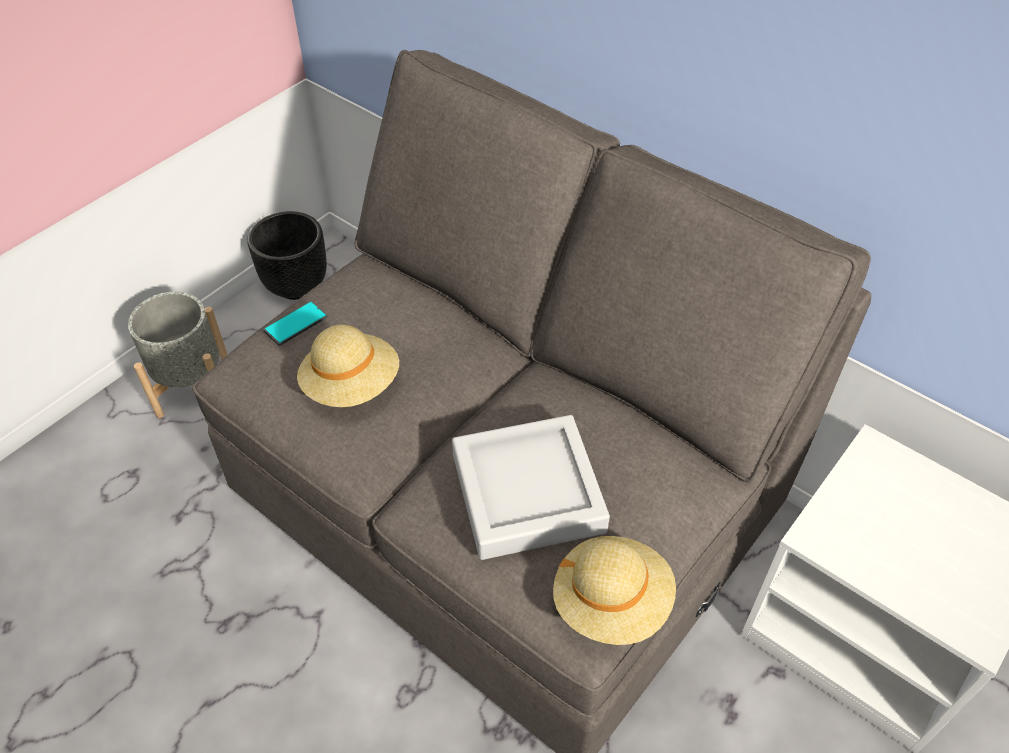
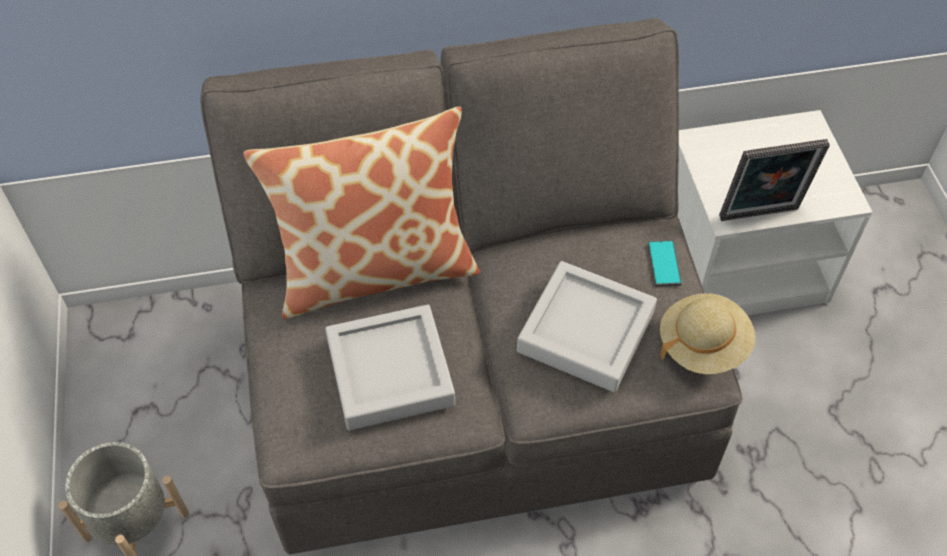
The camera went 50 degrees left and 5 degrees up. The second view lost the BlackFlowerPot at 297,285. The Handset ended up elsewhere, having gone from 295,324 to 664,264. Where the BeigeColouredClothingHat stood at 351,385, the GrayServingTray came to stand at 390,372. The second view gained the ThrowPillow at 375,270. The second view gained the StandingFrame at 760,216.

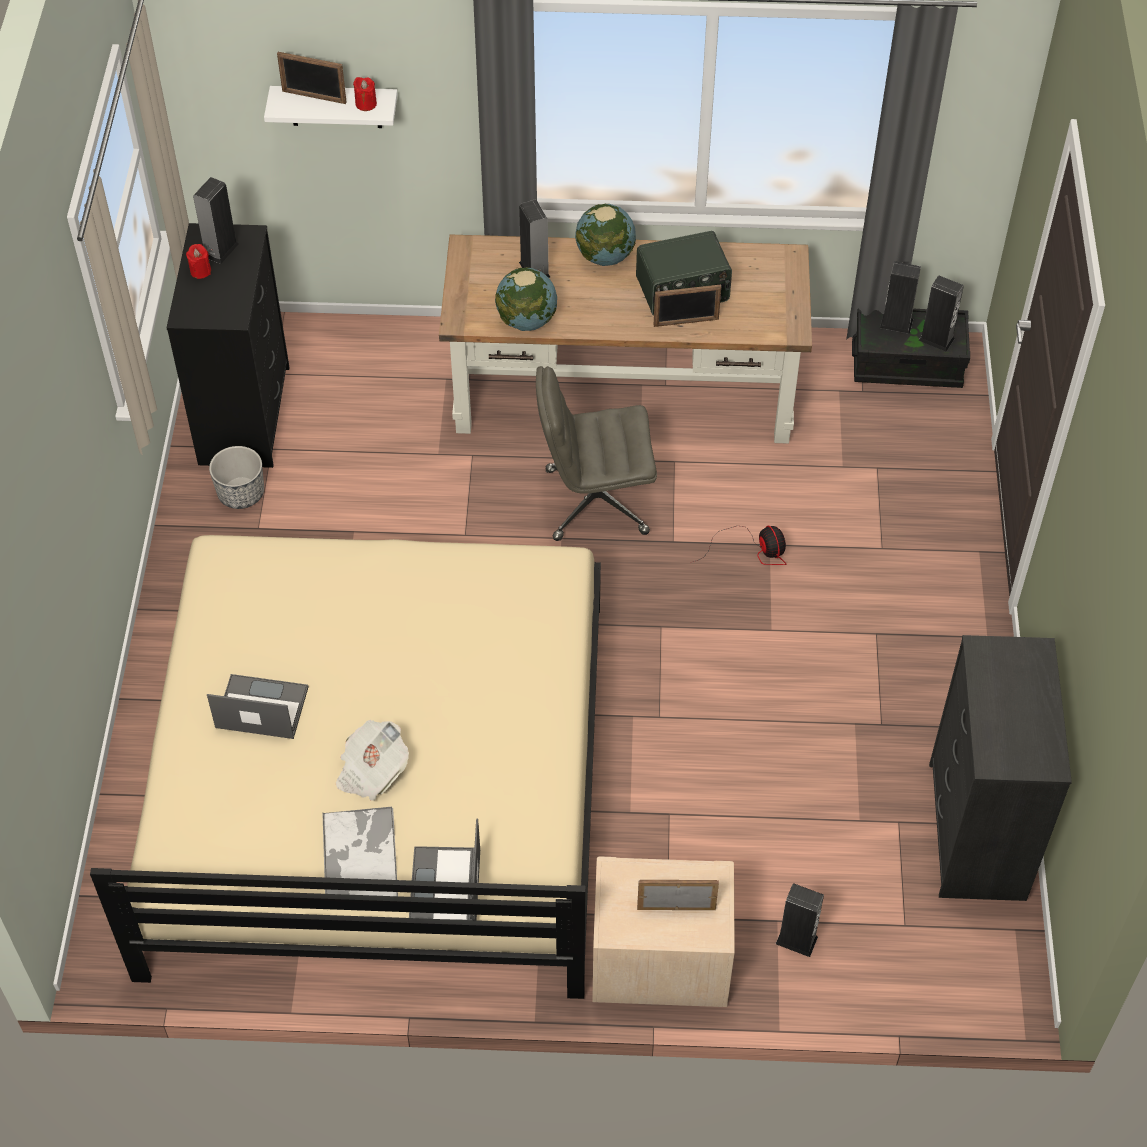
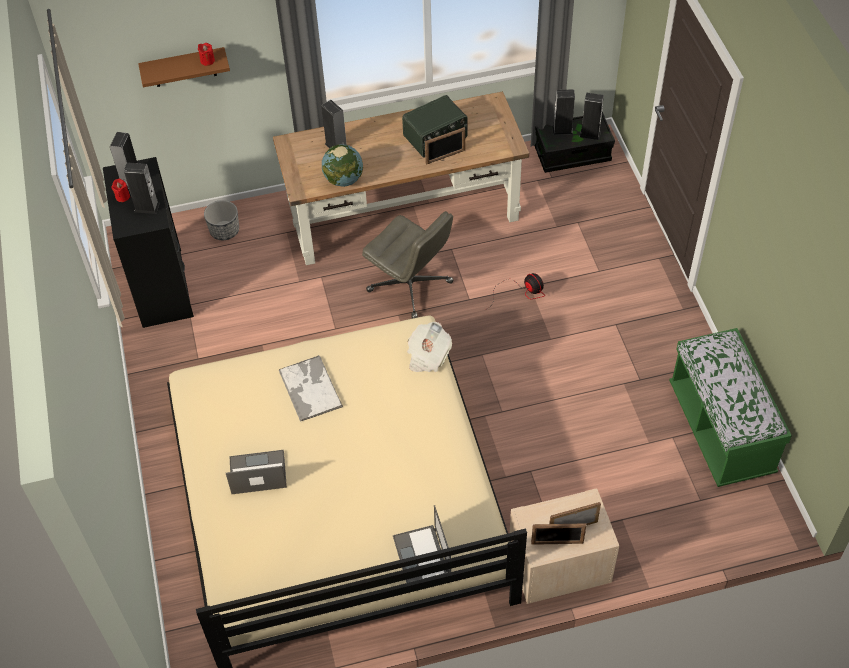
The camera went 15 degrees left and 0 degrees up. The FlowerPot ended up elsewhere, having gone from 241,493 to 224,231. What was the WhitishShelf at 335,106 turned into the BrownShelf at 184,67. The StandingFrame ended up elsewhere, having gone from 314,97 to 557,543. The ServingTray ended up elsewhere, having gone from 360,857 to 310,388. The Newspaper ended up elsewhere, having gone from 371,771 to 427,356. The GrayComputerChair at 595,502 ended up facing another way, 120 degrees counterclockwise from before. The second view lost the Globe at 605,257. The AudioSpeaker ended up elsewhere, having gone from 796,940 to 147,207. Where the BlackDrawerChest stood at 975,831, the GreenColouredLongSeat came to stand at 720,430.

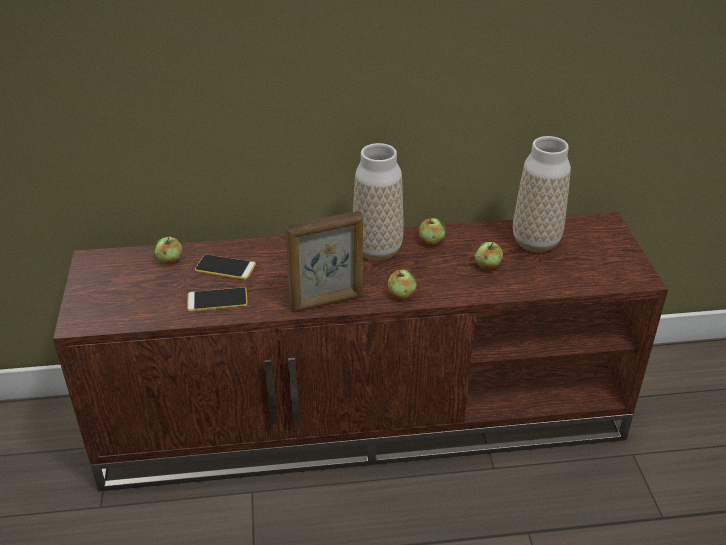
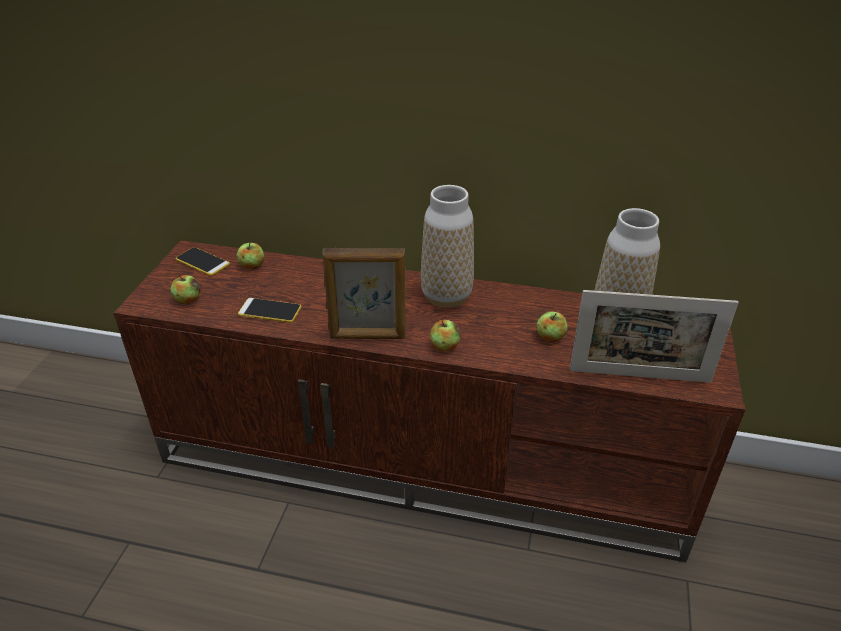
The camera went 20 degrees right and 0 degrees up. The Handset ended up elsewhere, having gone from 225,268 to 202,262. The AppleFruit ended up elsewhere, having gone from 431,241 to 188,300. The second view gained the StandingFrame at 639,376.

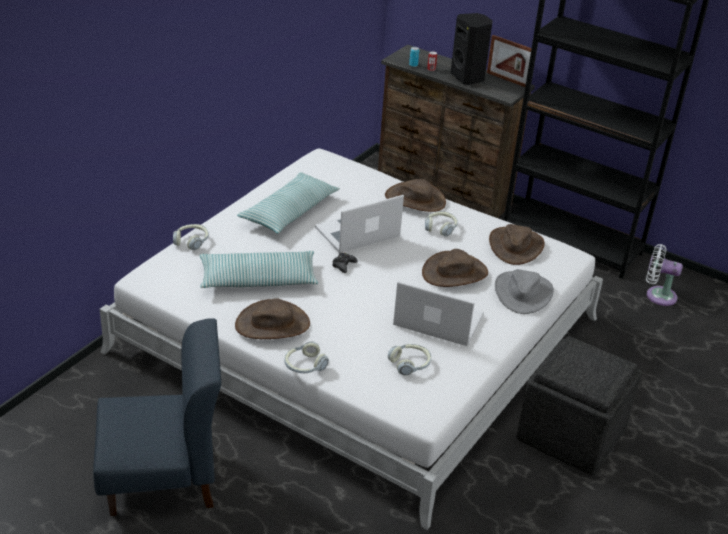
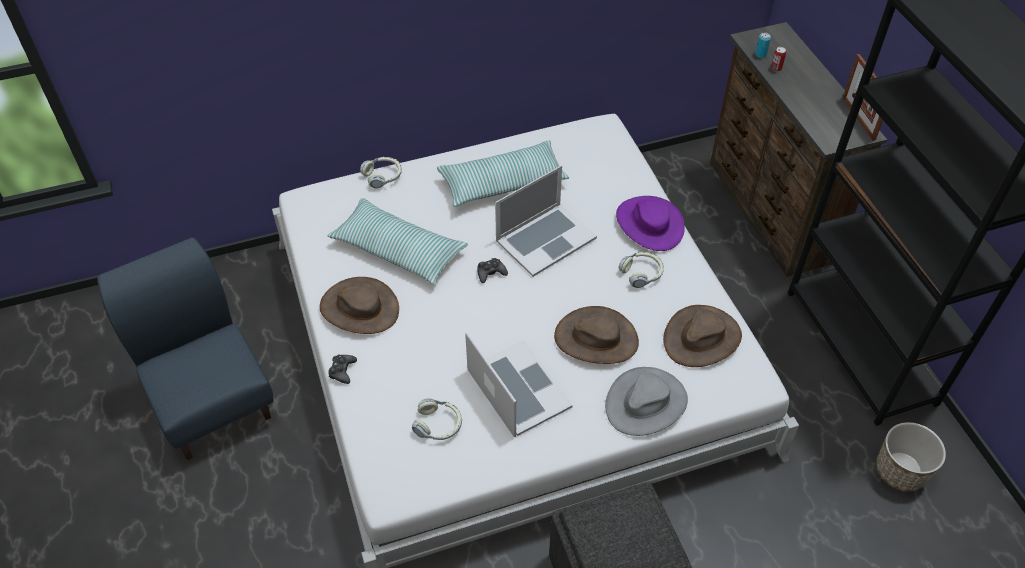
The camera went 40 degrees right and 15 degrees up. The BlueUprightChair at 162,478 ended up facing another way, 150 degrees counterclockwise from before. Where the Headphones stood at 304,366, the BlackJoypad came to stand at 342,371. The NotebookComputer at 358,232 ended up facing another way, 135 degrees clockwise from before. What was the BrownClothingHat at 415,199 turned into the PurpleClothingHat at 649,224. The second view lost the BlackAudioSpeaker at 468,78. Where the WhitishCoolingFan stood at 657,295, the FlowerPot came to stand at 900,471.

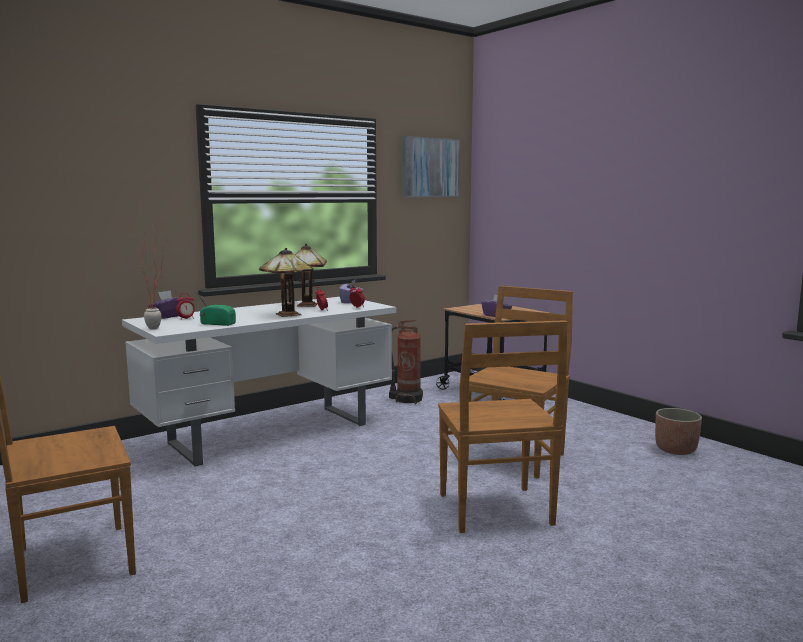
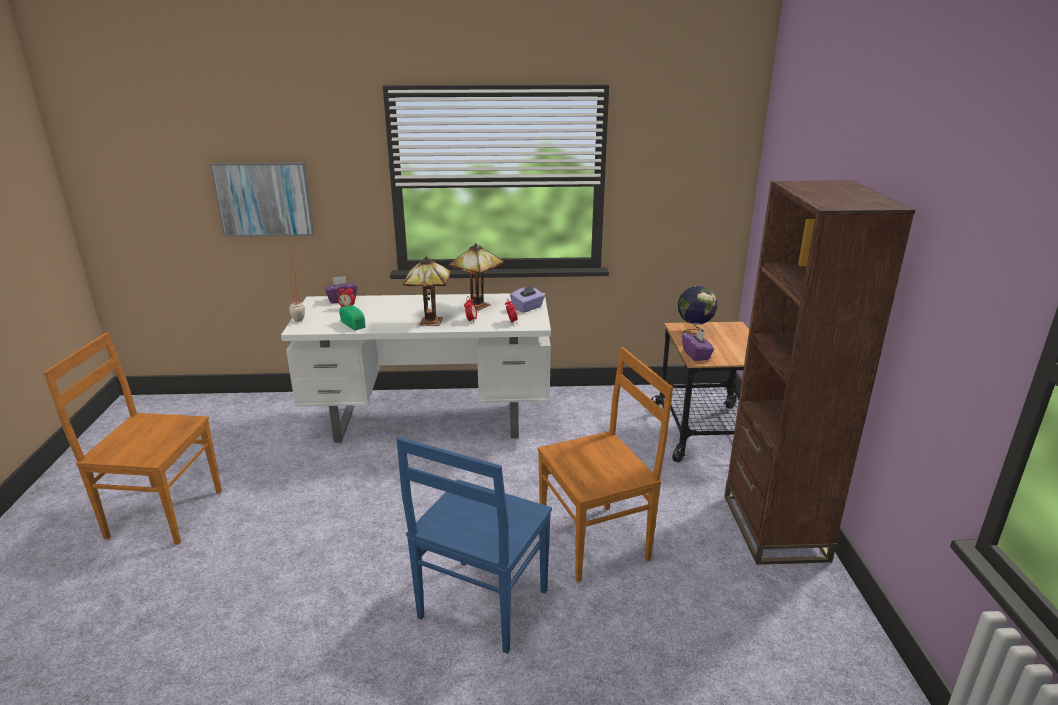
The camera went 35 degrees right and 15 degrees up. The second view lost the FireExtinguisher at 407,399. The WallPicture ended up elsewhere, having gone from 429,167 to 264,199. What was the BrownUprightChair at 496,511 turned into the BlueUprightChair at 481,607. The second view lost the FlowerPot at 676,450. The second view gained the Globe at 694,332. The second view gained the BrownShelvingUnit at 774,527.

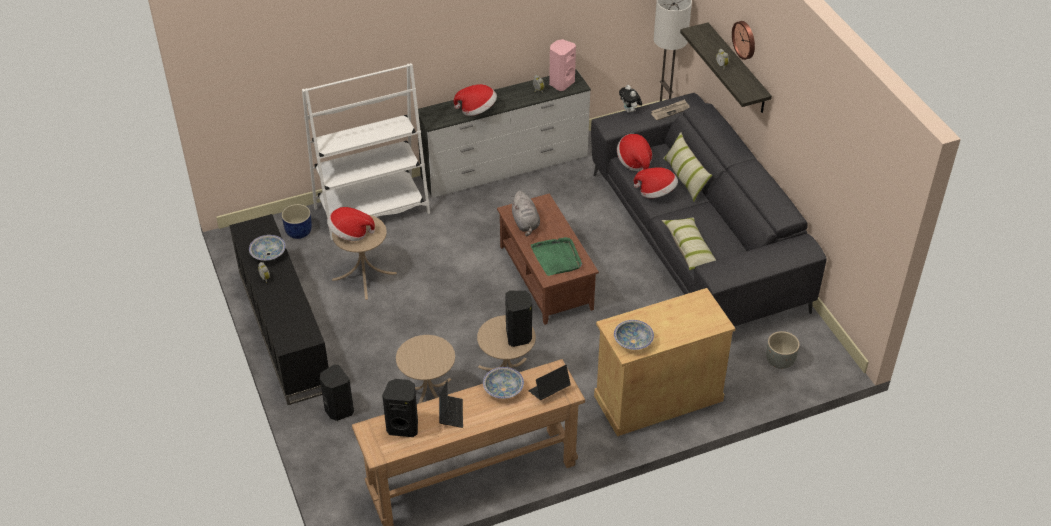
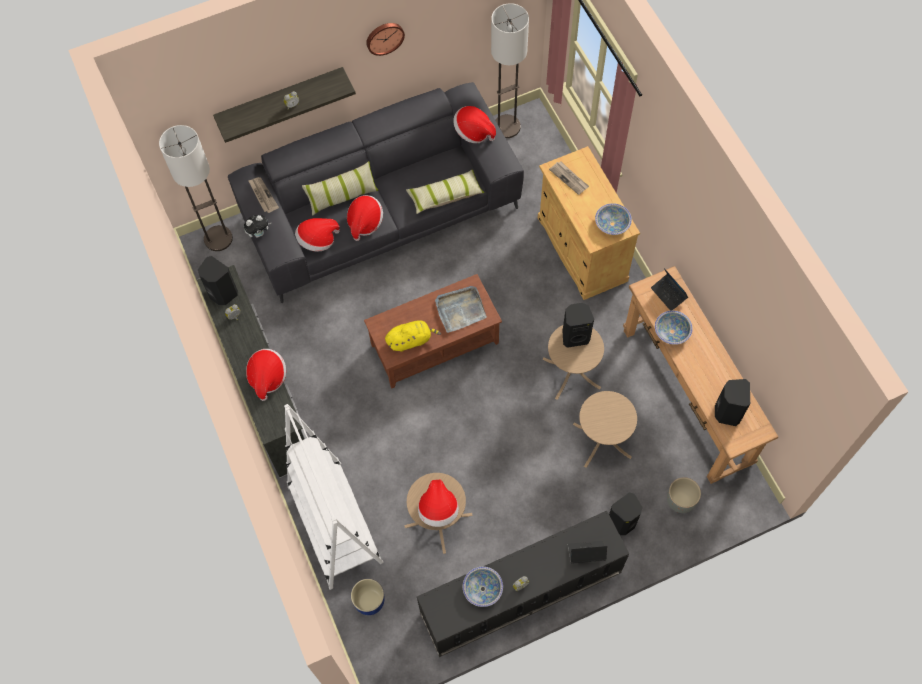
The camera went 90 degrees left and 20 degrees up. The NotebookComputer ended up elsewhere, having gone from 451,413 to 586,553. What was the GrayCuddlyToy at 525,223 turned into the YellowColouredCuddlyToy at 411,340. What was the GreenColouredServingTray at 557,258 turned into the GrayServingTray at 460,310. What was the PinkAudioSpeaker at 561,83 turned into the BlackAudioSpeaker at 222,294. The HangingClock ended up elsewhere, having gone from 745,39 to 384,37. The GrayFlowerPot ended up elsewhere, having gone from 780,361 to 680,500. The second view gained the ClothingHat at 473,132. The second view gained the StandardLamp at 506,126. The second view gained the Newspaper at 569,178.

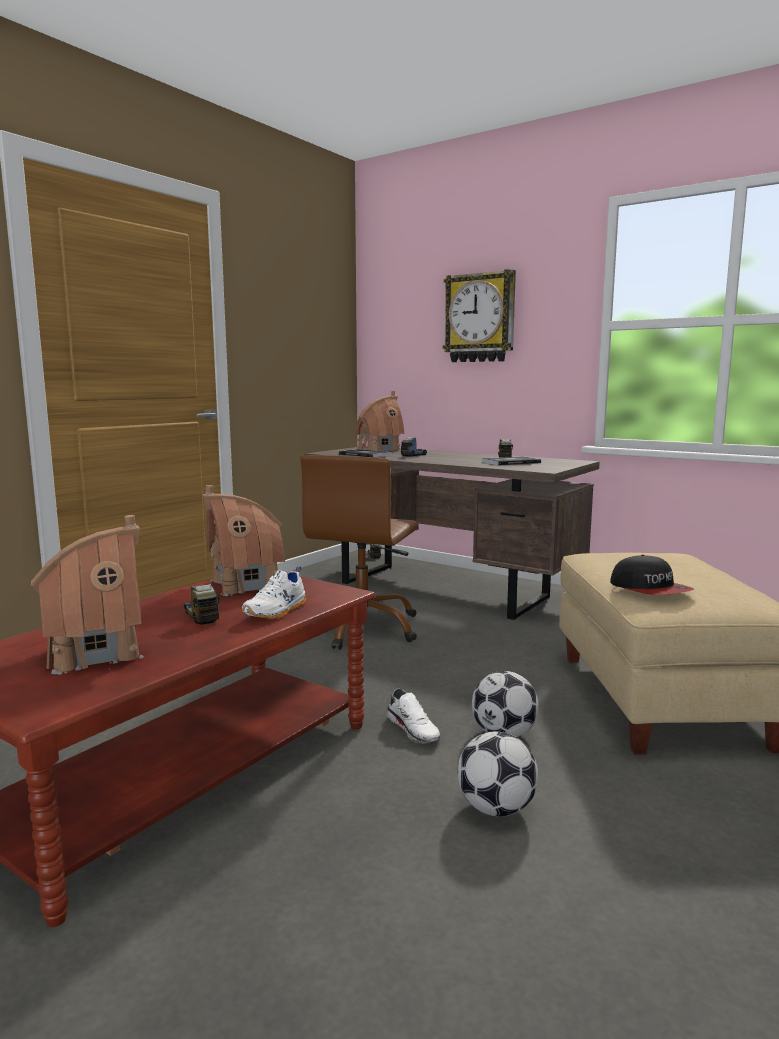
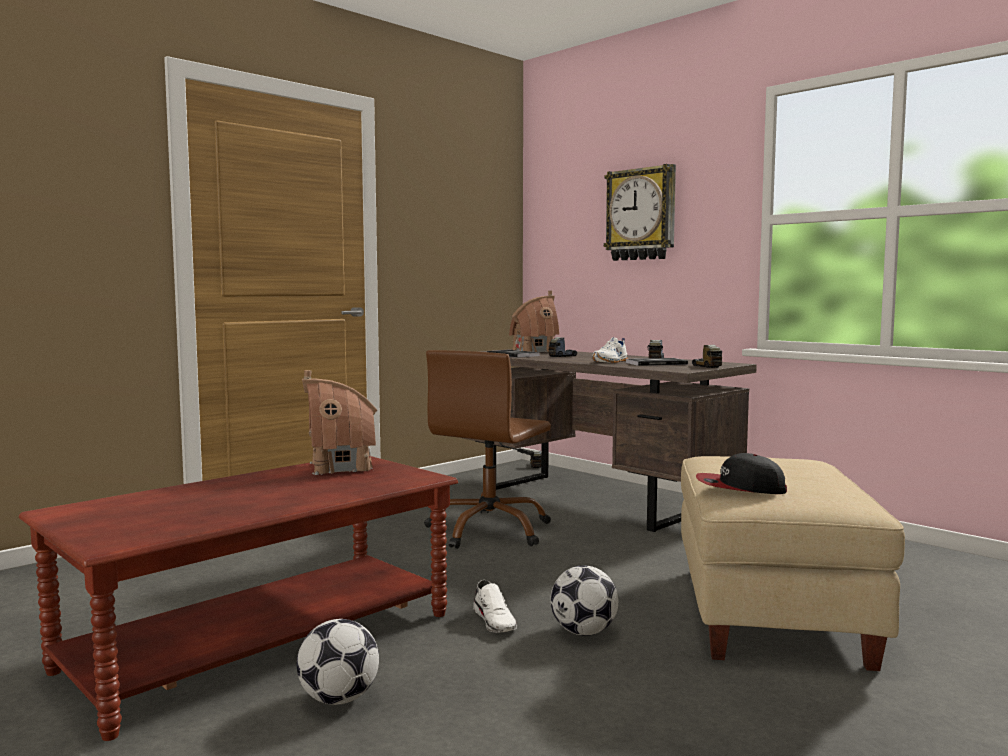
The camera went 10 degrees right and 5 degrees down. The second view lost the ToyHouse at 96,653. The ToyLorry ended up elsewhere, having gone from 201,617 to 706,366. The WhitishItemOfFootwear ended up elsewhere, having gone from 277,612 to 611,362. The FootballBall ended up elsewhere, having gone from 496,809 to 339,699. The PeakedCap at 650,589 ended up facing another way, 120 degrees clockwise from before.

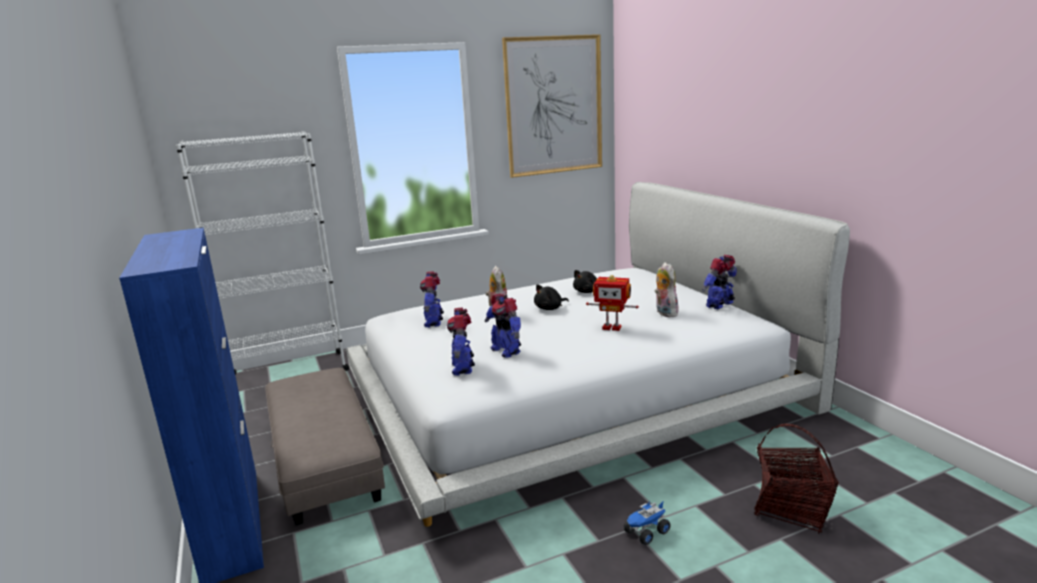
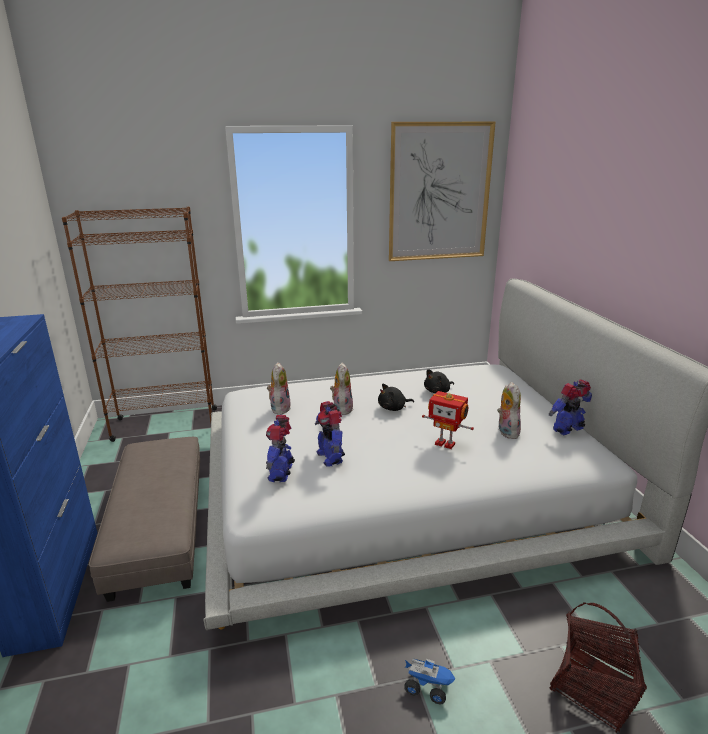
The camera went 10 degrees right and 5 degrees up. What was the WhitishShelvingUnit at 288,372 turned into the BrownShelvingUnit at 165,424. Where the ToyRobot stood at 434,322, the CuddlyToy came to stand at 279,408. The ToyLorry at 646,533 ended up facing another way, 135 degrees counterclockwise from before.

